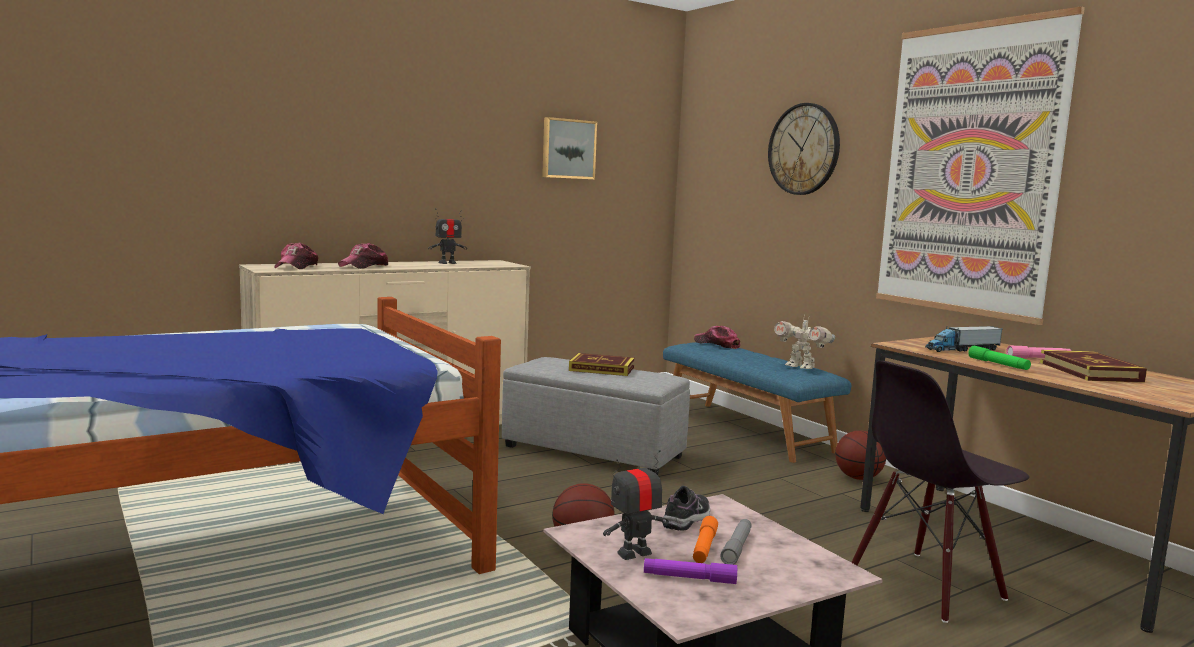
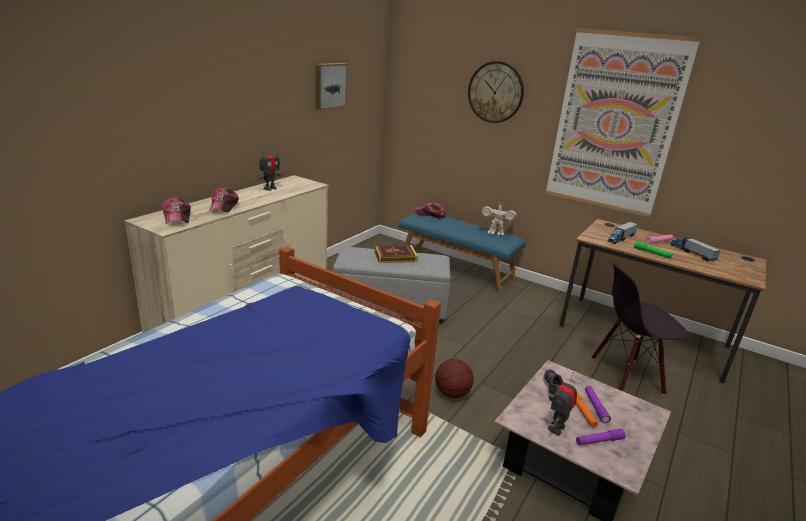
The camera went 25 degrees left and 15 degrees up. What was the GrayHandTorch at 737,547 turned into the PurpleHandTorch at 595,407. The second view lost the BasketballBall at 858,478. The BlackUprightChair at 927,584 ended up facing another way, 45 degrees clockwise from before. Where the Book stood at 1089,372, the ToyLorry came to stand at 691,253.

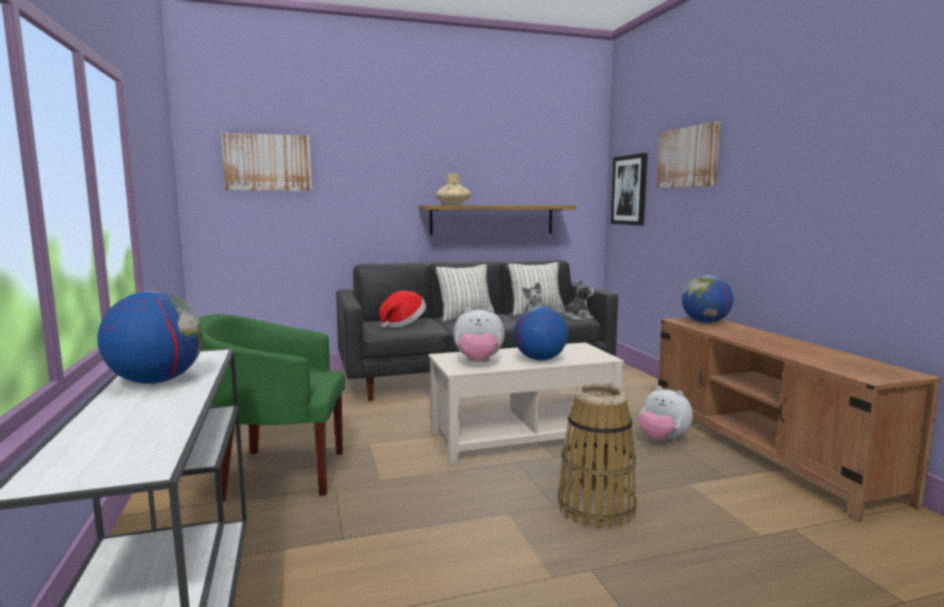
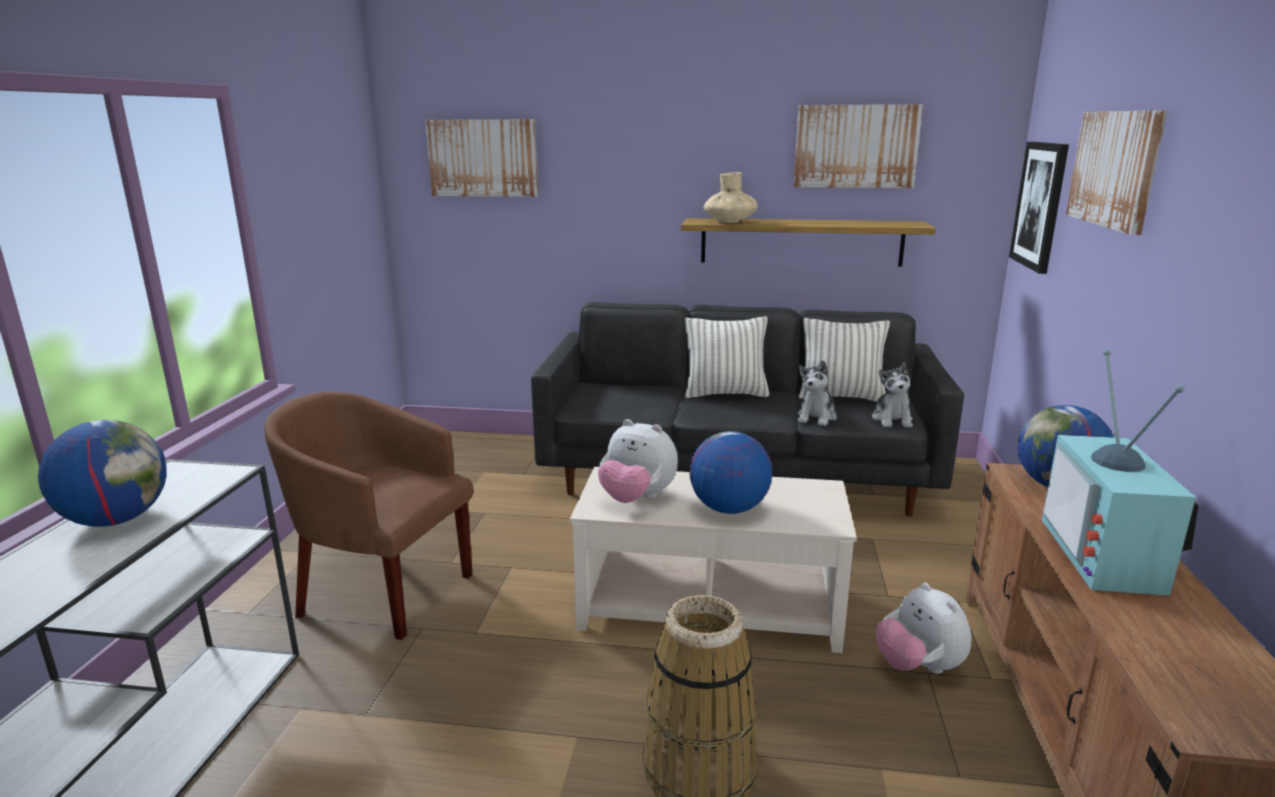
The camera went 25 degrees right and 10 degrees up. What was the GreenColouredArmchair at 278,473 turned into the BrownArmchair at 382,591. The second view lost the ClothingHat at 402,324. The CuddlyToy at 577,318 ended up facing another way, 90 degrees clockwise from before. The second view gained the WallPicture at 855,146. The second view gained the Television at 1109,556.

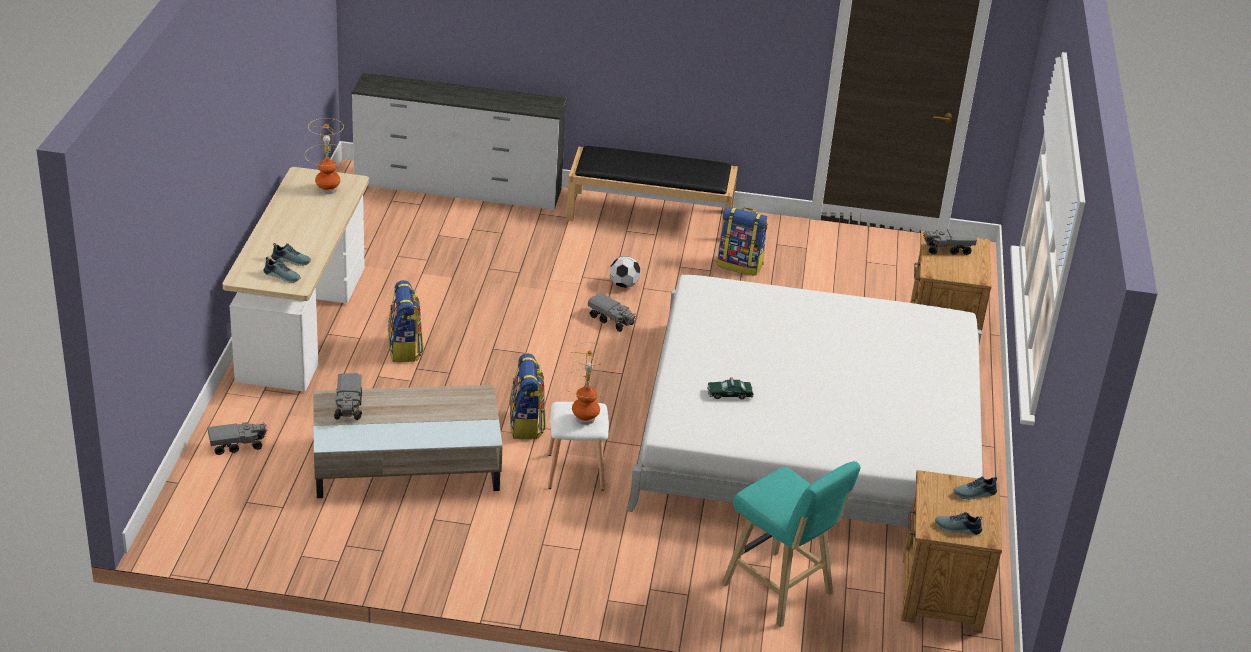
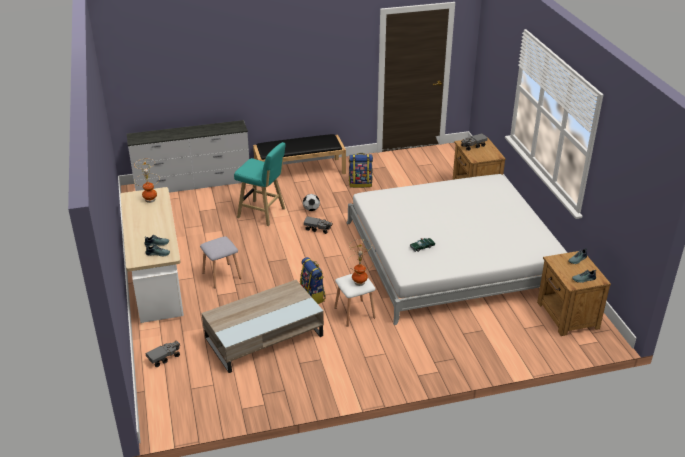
The camera went 20 degrees left and 0 degrees up. The second view lost the ToyLorry at 349,407. Where the Knapsack stood at 405,349, the GrayStoolSeat came to stand at 222,276. The TurquoiseColouredStoolSeat ended up elsewhere, having gone from 780,592 to 263,214.

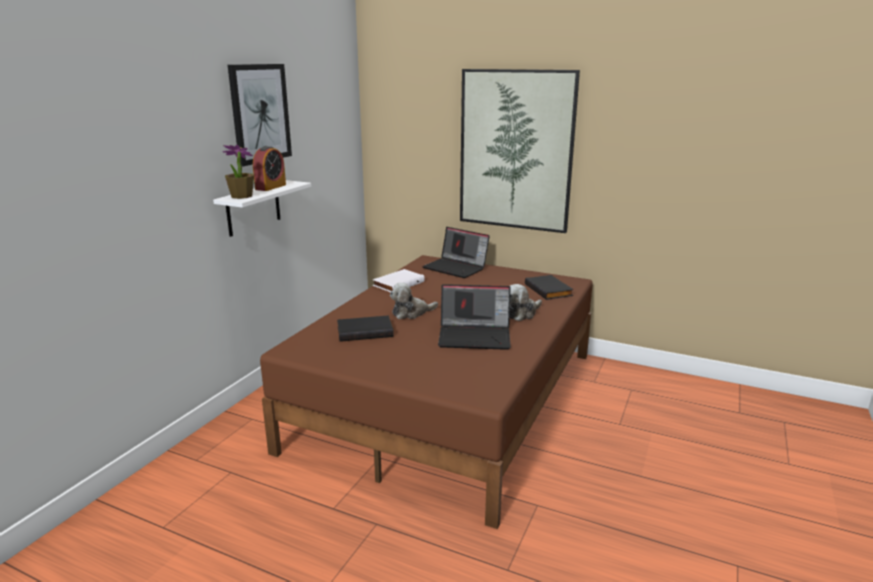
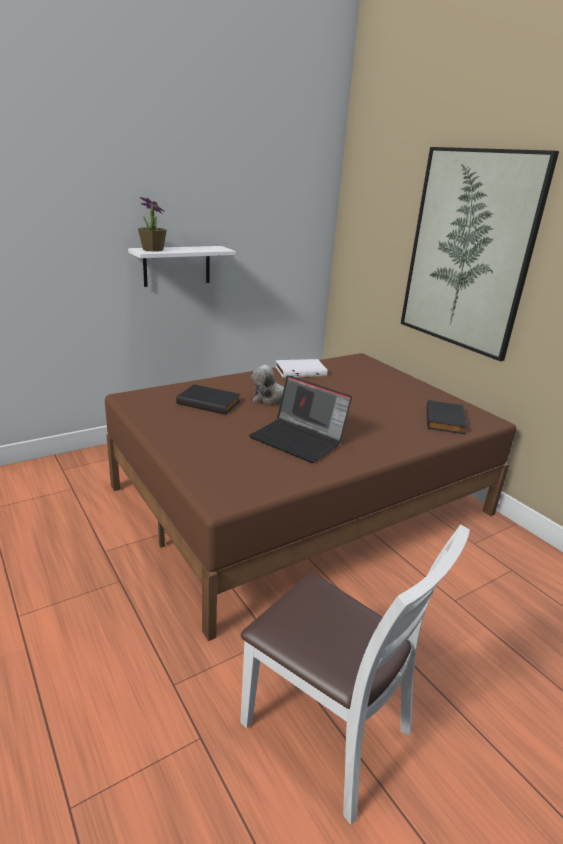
The camera went 30 degrees right and 5 degrees up. The second view lost the WallPicture at 260,113. The second view lost the BedsideClock at 270,187. The second view lost the NotebookComputer at 456,268. The second view lost the CuddlyToy at 522,313. The second view gained the WhitishUprightChair at 327,730.

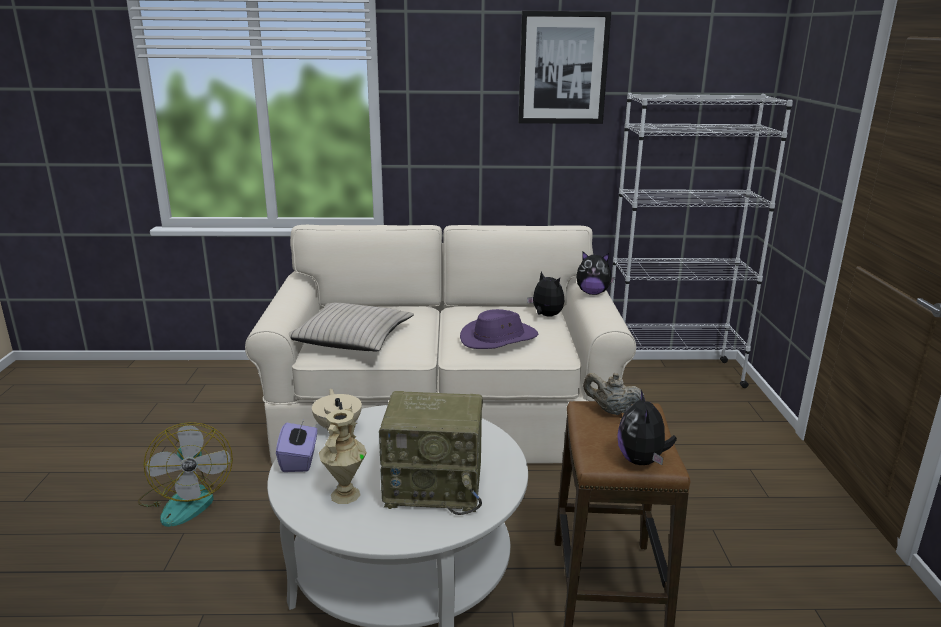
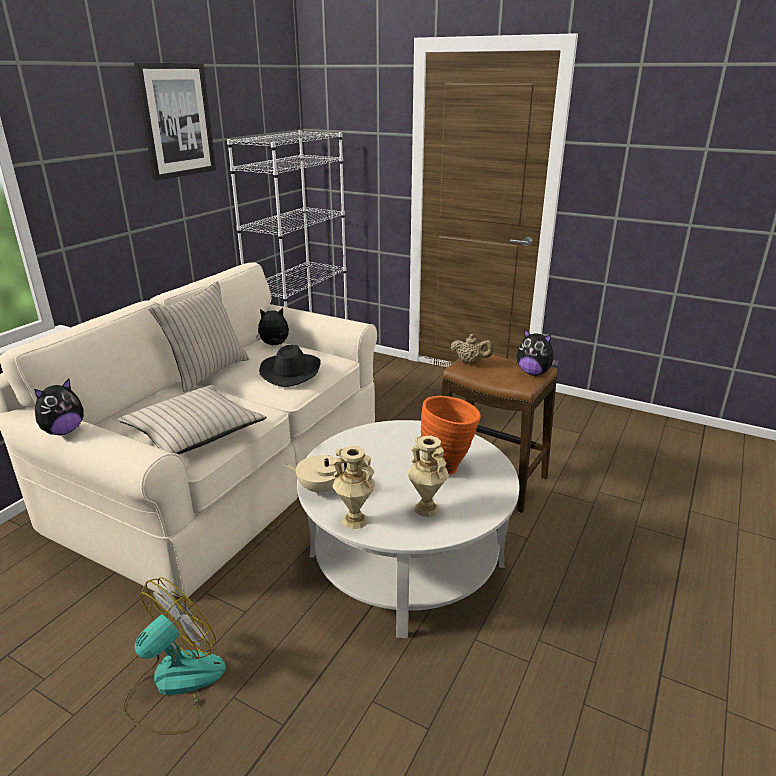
The camera went 60 degrees left and 5 degrees up. The CoolingFan at 186,499 ended up facing another way, 60 degrees counterclockwise from before. Where the PurpleTissueHolder stood at 299,460, the BeigeColouredDecorativeVase came to stand at 354,520. Where the RadioReceiver stood at 436,486, the OrangeyDecorativeVase came to stand at 448,466. What was the PurpleClothingHat at 498,338 turned into the BlackClothingHat at 291,371. The CuddlyToy ended up elsewhere, having gone from 592,293 to 64,431. The BeigeColouredTeaPot at 611,410 ended up facing another way, 120 degrees counterclockwise from before. The second view gained the BeigeColouredThrowPillow at 207,372.

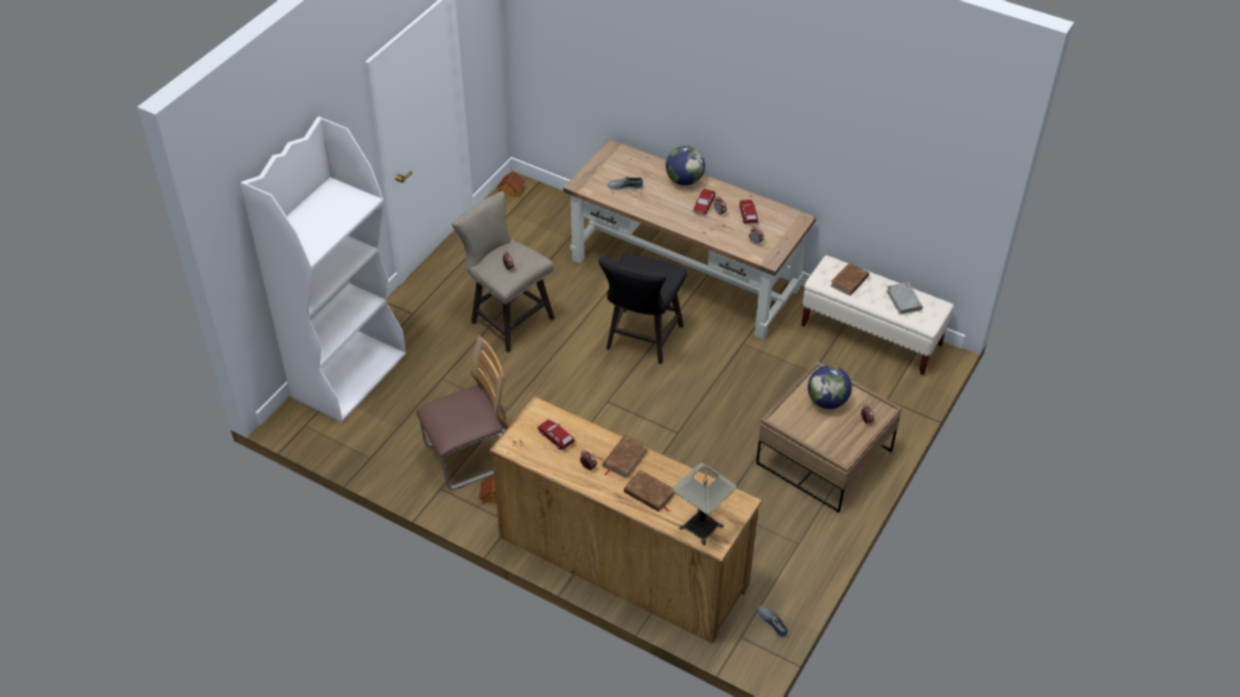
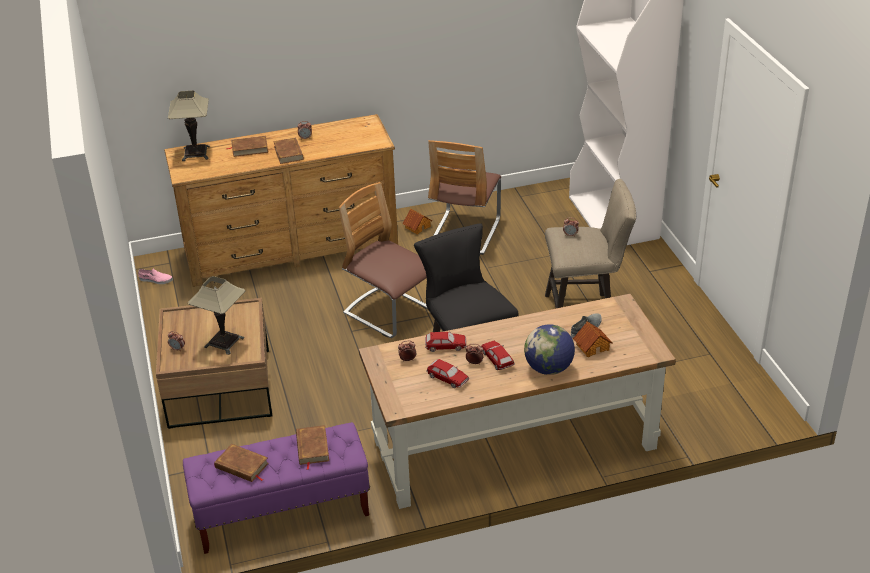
The camera went 135 degrees right and 10 degrees down. The ToyHouse ended up elsewhere, having gone from 510,189 to 592,346. The ToyCar ended up elsewhere, having gone from 556,437 to 445,346. What was the GrayItemOfFootwear at 772,623 turned into the PinkItemOfFootwear at 155,280. What was the BeigeColouredLongSeat at 871,335 turned into the PurpleLongSeat at 282,513. Where the Globe stood at 827,401, the LampForATable came to stand at 224,342. What was the GrayBook at 904,300 turned into the BrownBook at 242,466. The second view gained the UprightChair at 389,312.

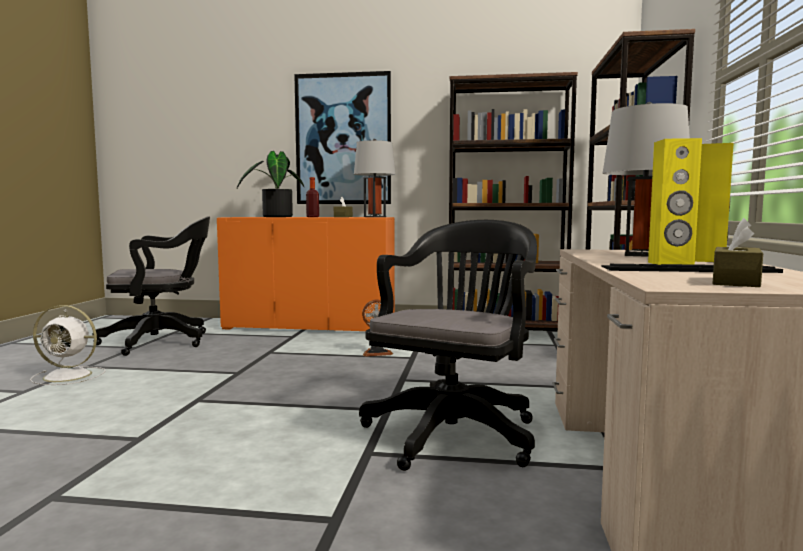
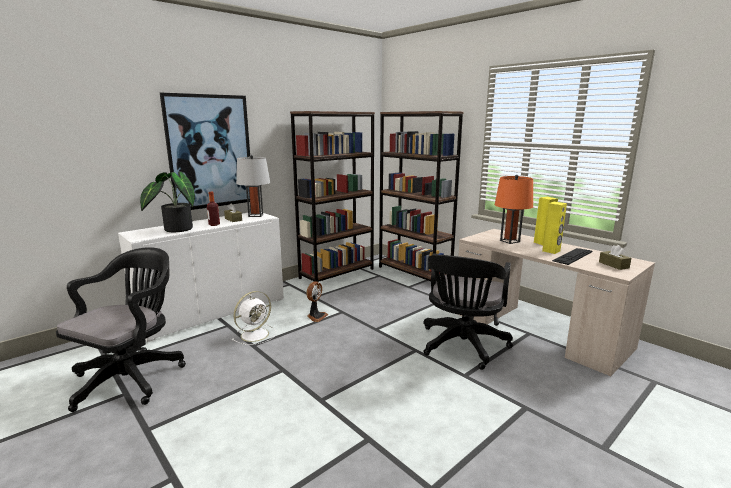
The camera went 50 degrees left and 10 degrees up. The WhitishCoolingFan ended up elsewhere, having gone from 69,376 to 256,334. What was the OrangeyCabinet at 310,326 turned into the WhitishCabinet at 213,312. The BlackComputerChair at 455,432 ended up facing another way, 135 degrees counterclockwise from before. What was the GrayLampForATable at 642,255 turned into the OrangeyLampForATable at 510,241.

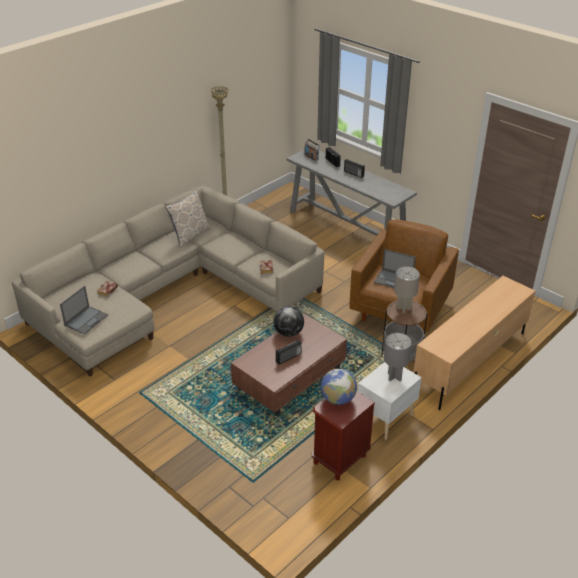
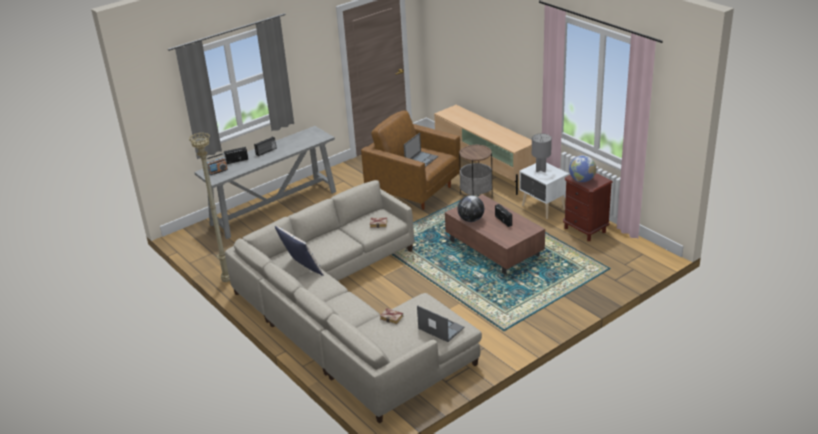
The camera went 80 degrees left and 5 degrees down. The second view lost the GrayLampForATable at 403,308.

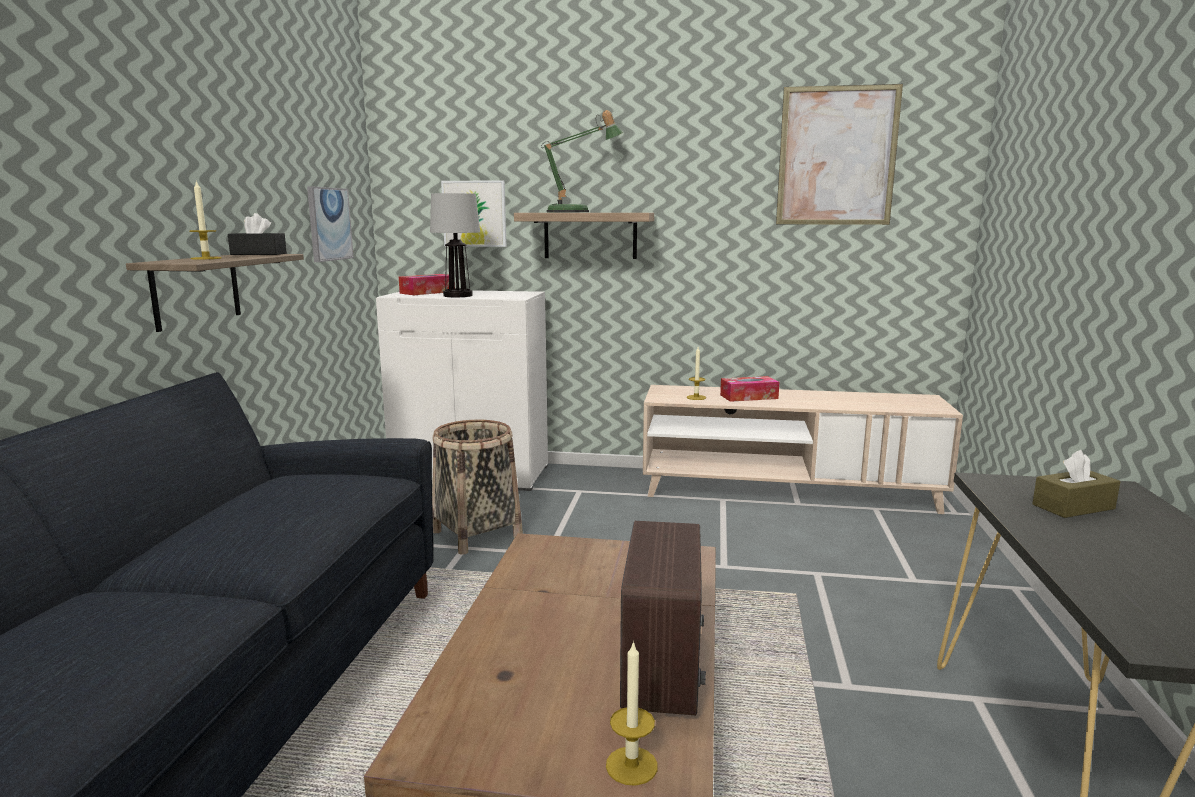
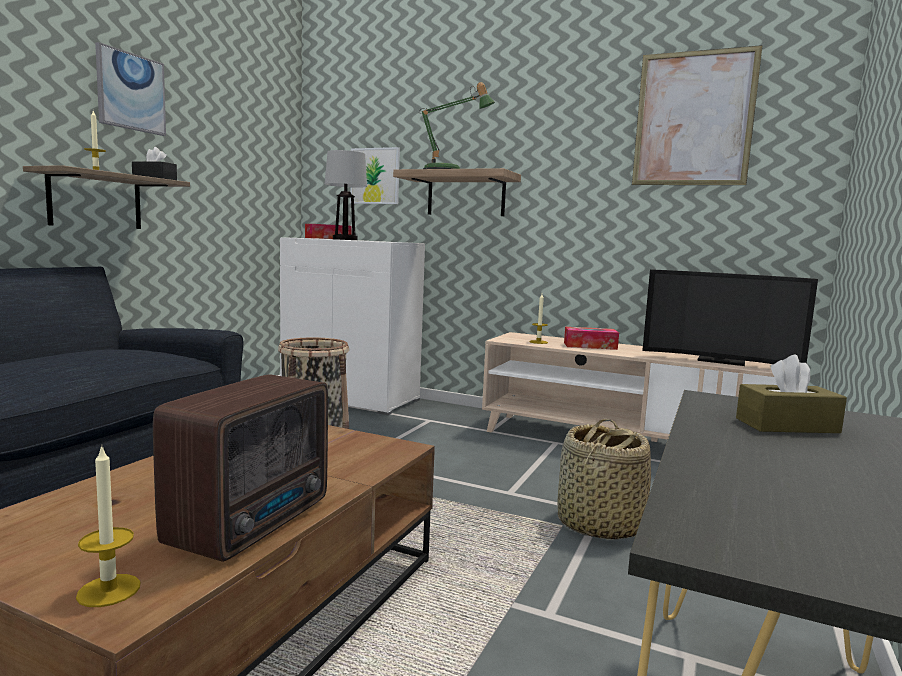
The camera went 15 degrees right and 5 degrees down. The WallPicture ended up elsewhere, having gone from 329,224 to 131,92. The second view gained the StorageBasket at 599,525. The second view gained the Television at 720,361.

